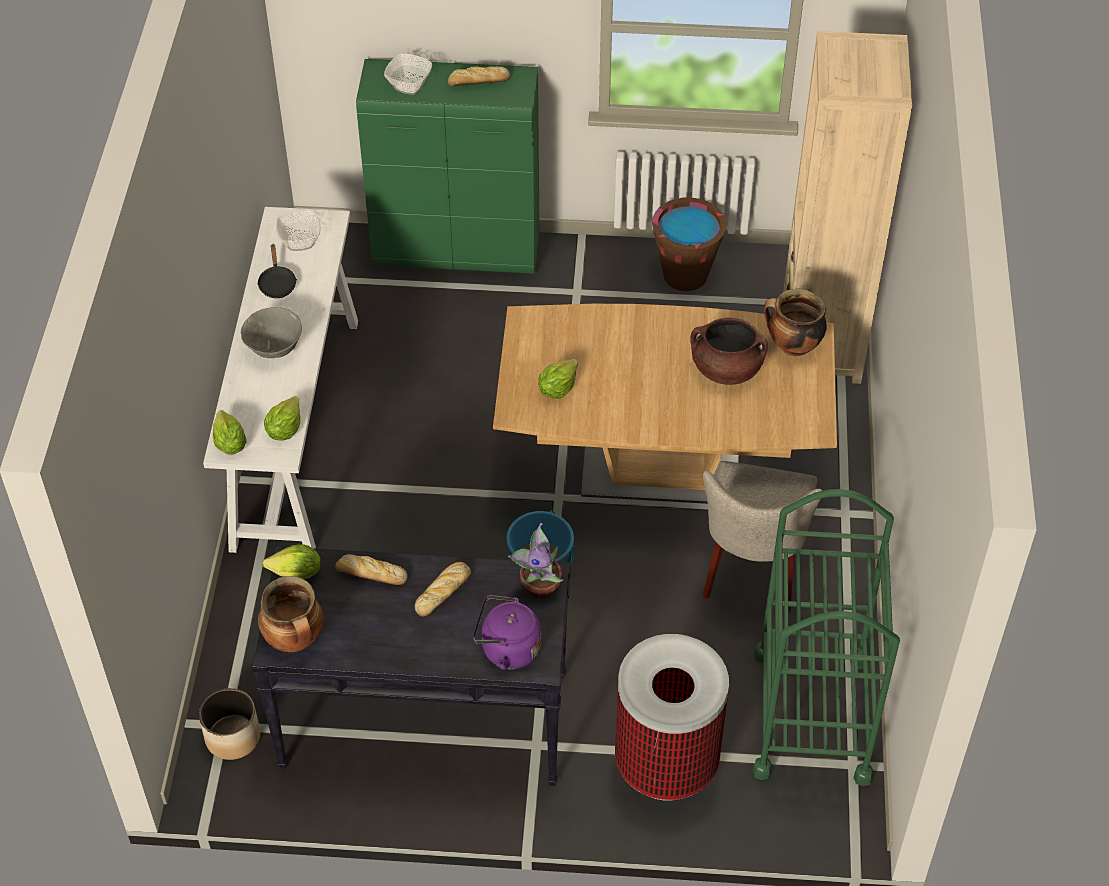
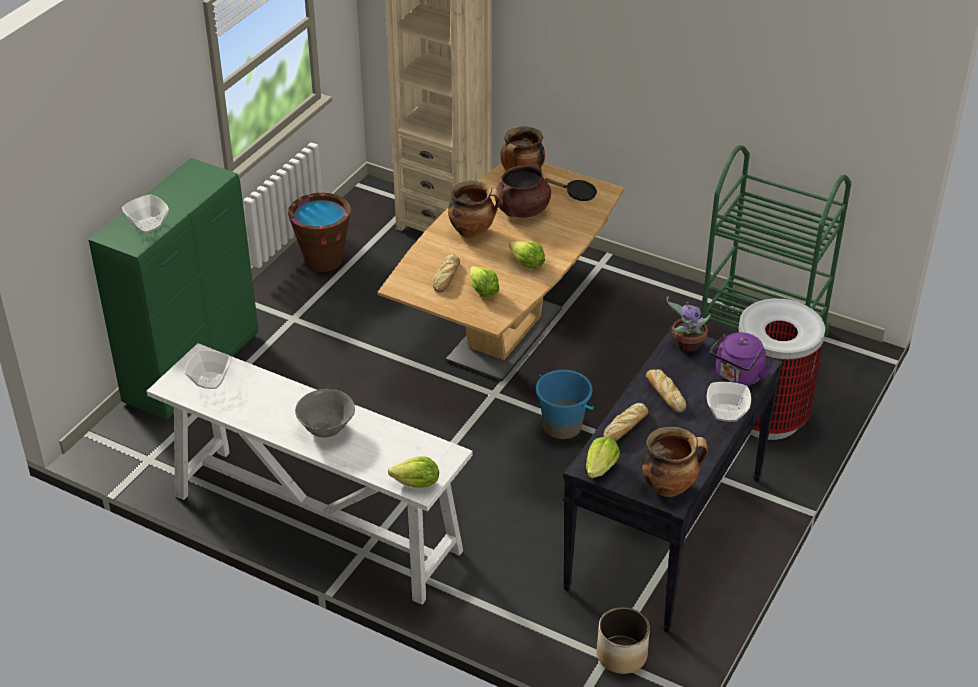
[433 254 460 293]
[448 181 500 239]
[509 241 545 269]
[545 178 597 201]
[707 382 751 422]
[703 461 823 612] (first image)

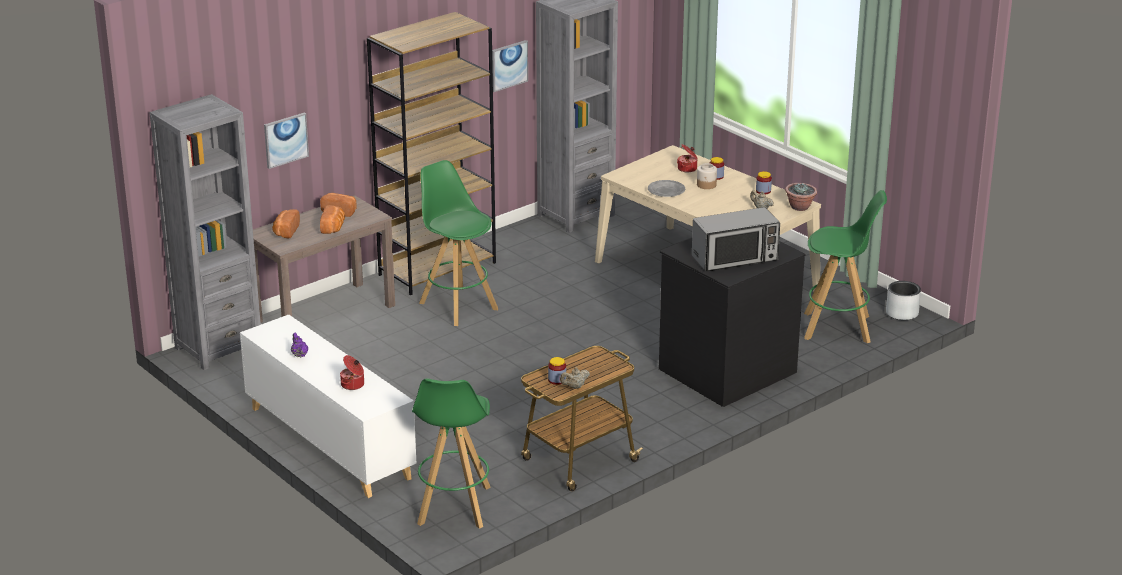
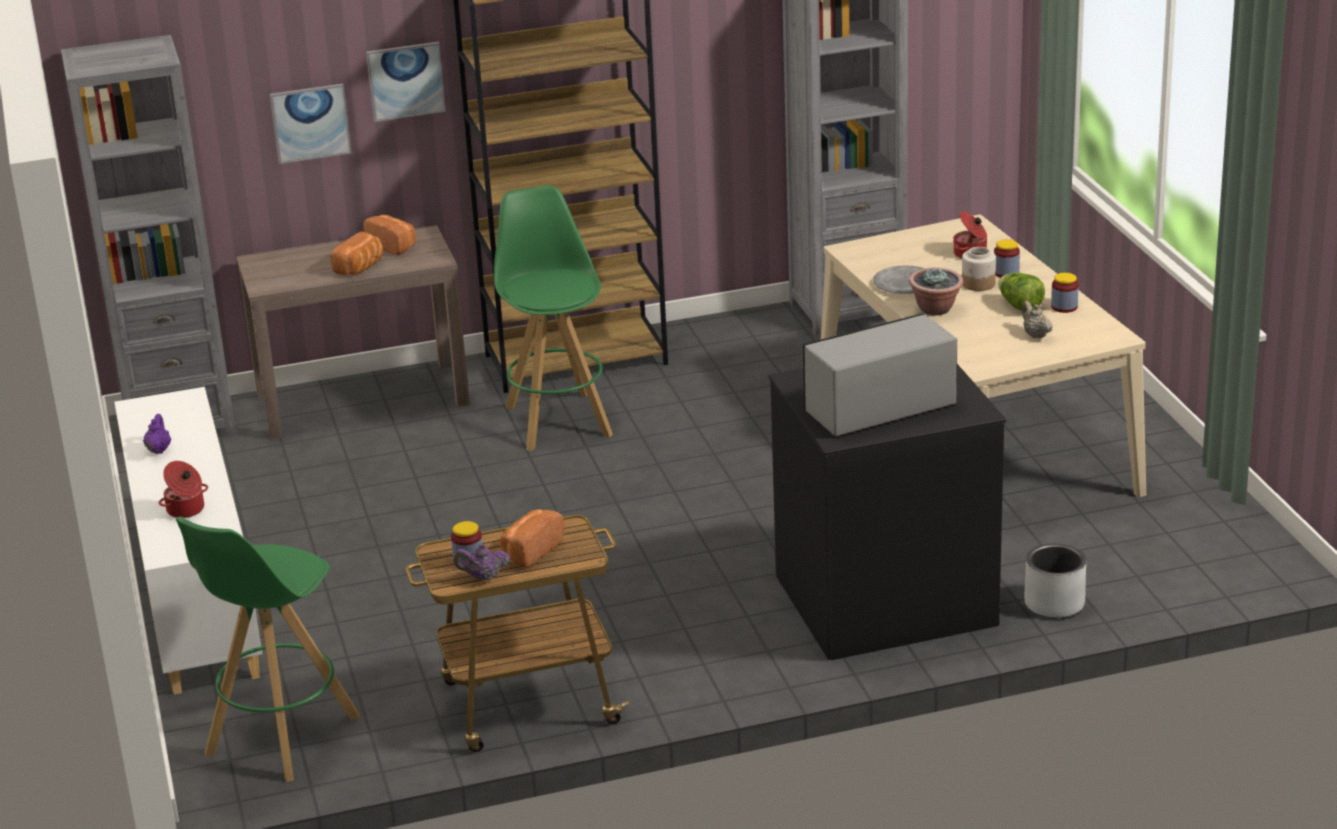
[366 42 446 122]
[454 544 510 581]
[499 510 564 568]
[803 314 957 436]
[909 267 963 316]
[998 272 1045 311]
[1024 544 1086 618]
[804 190 887 343] (first image)

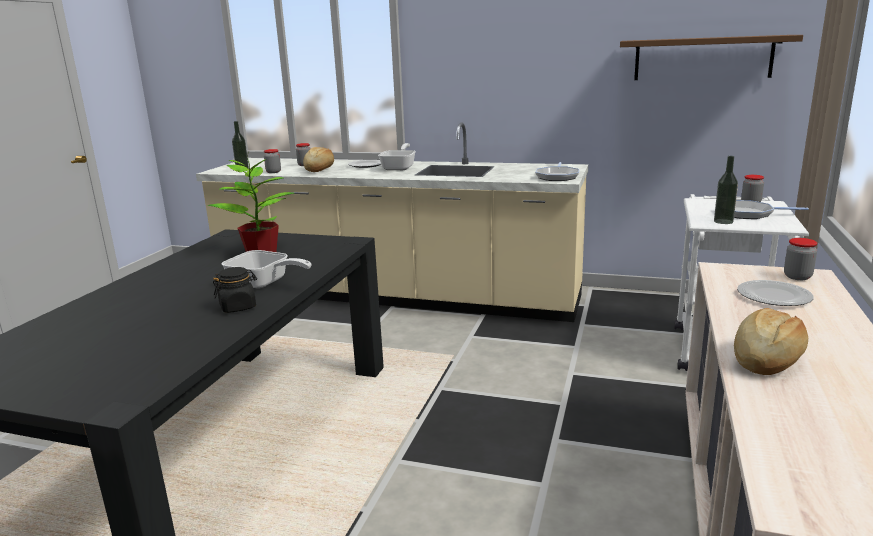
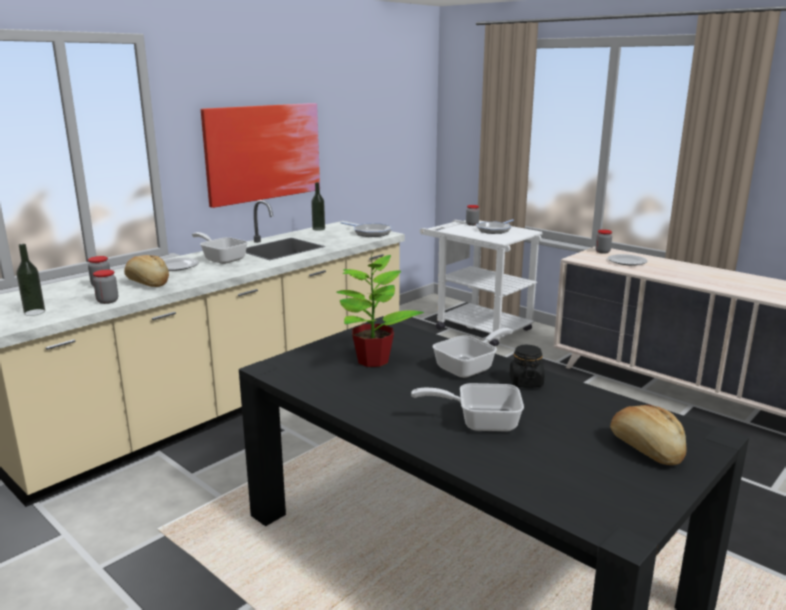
[201 103 320 208]
[311 182 325 231]
[411 383 524 432]
[610 404 687 465]
[620 35 803 80] (first image)

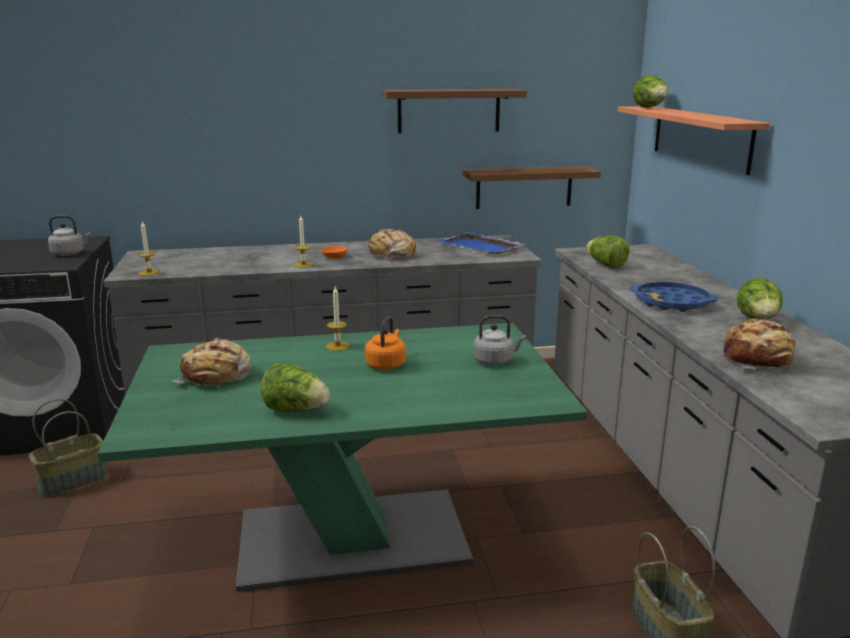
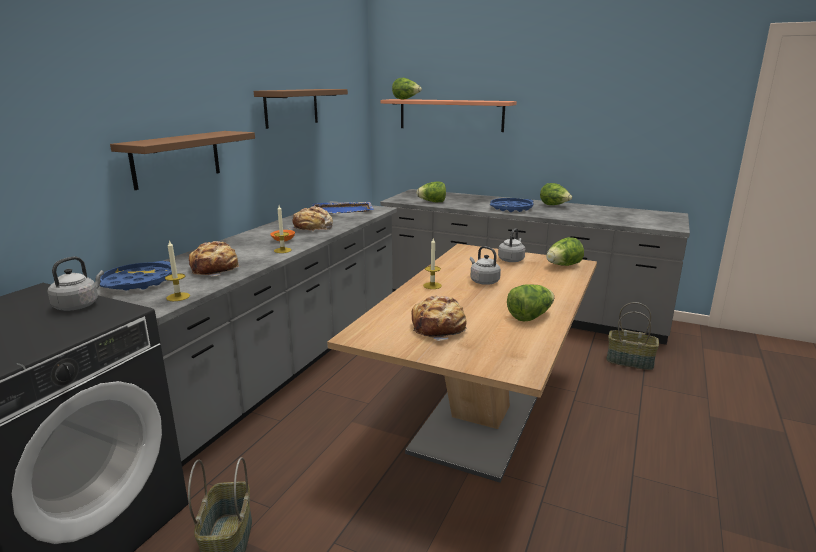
[100 261 172 291]
[110 131 255 190]
[189 241 240 276]
[327 244 597 483]
[470 246 501 285]
[546 237 584 266]

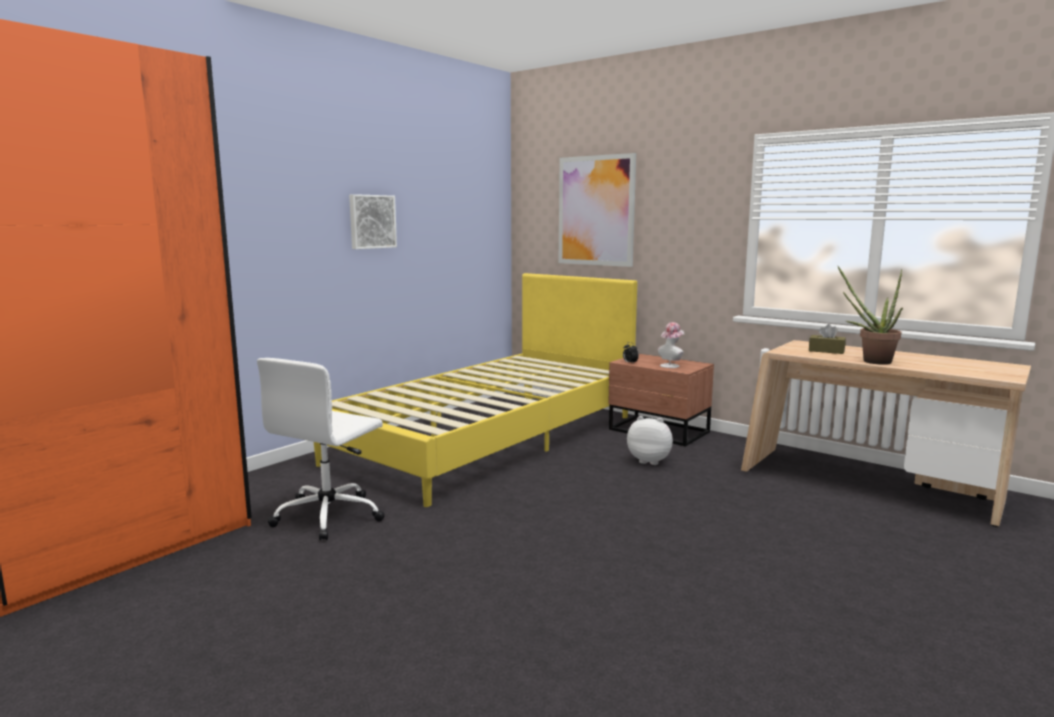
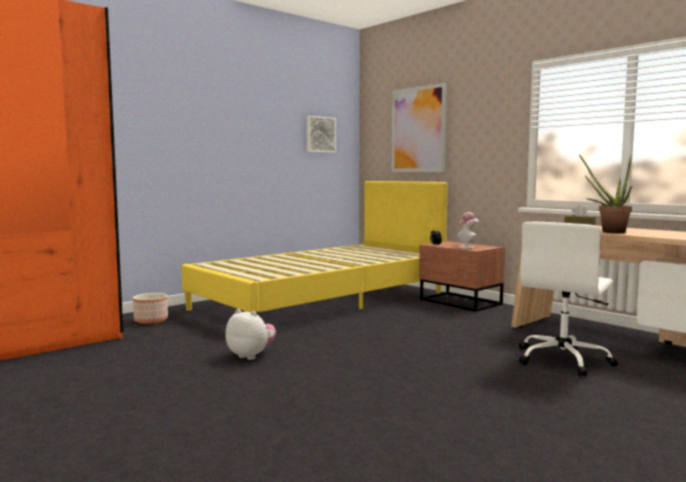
[133 293 168 324]
[225 309 276 360]
[307 116 336 153]
[519 222 618 376]

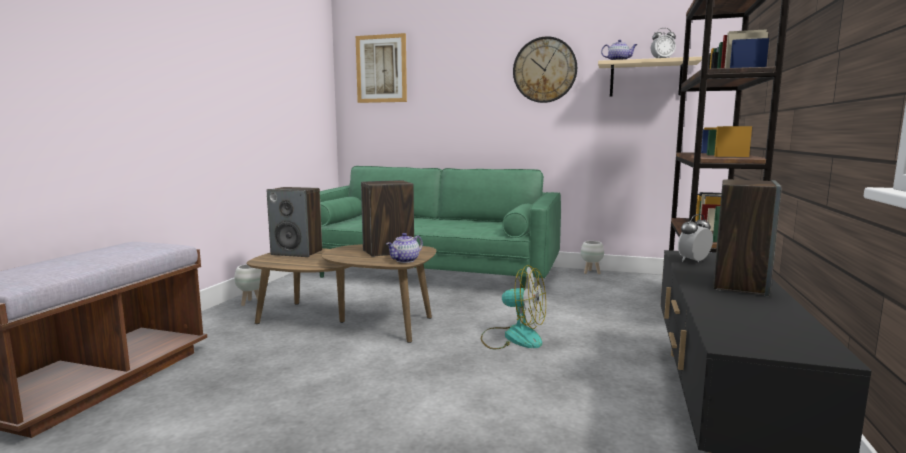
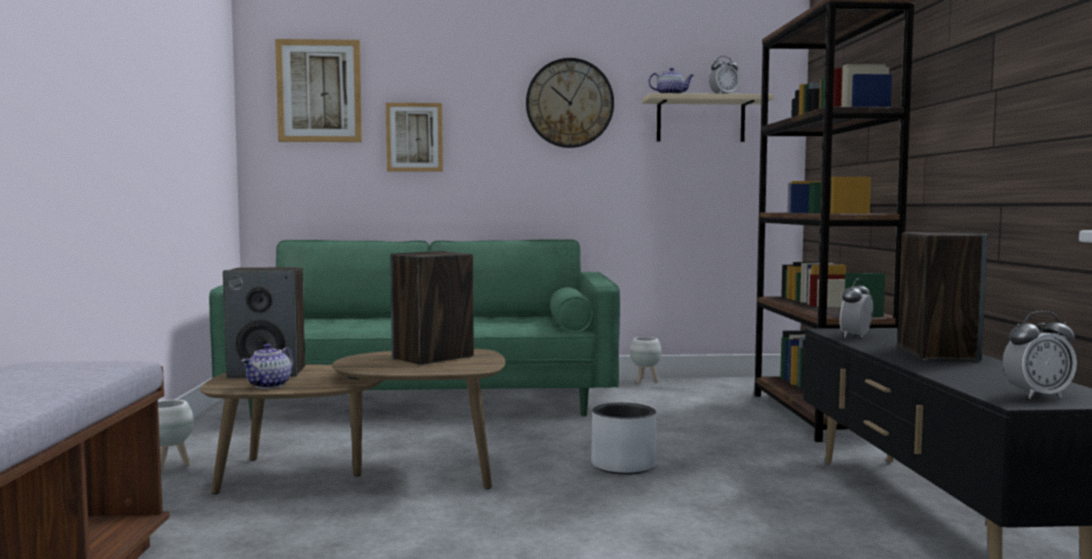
[241 344 294 389]
[386 103 443 172]
[591 403 656 475]
[1003 311 1077 399]

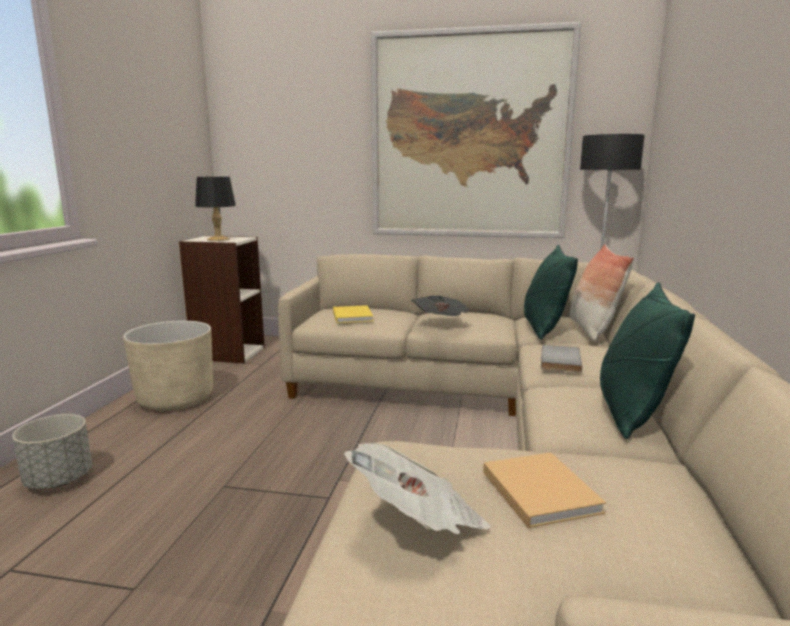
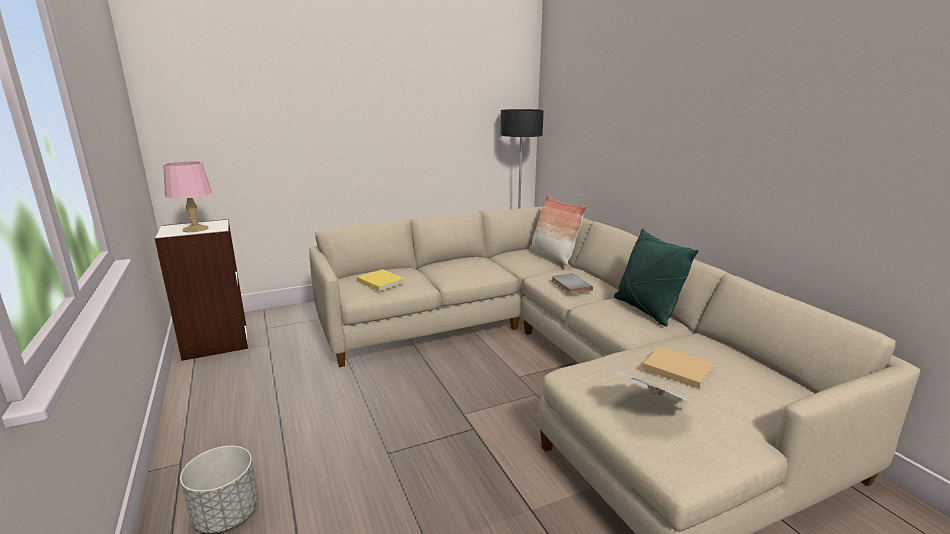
[163 161 212 232]
[123 321 213 411] (first image)
[371 22 581 238] (first image)
[411 296 470 316] (first image)
[524 245 578 340] (first image)

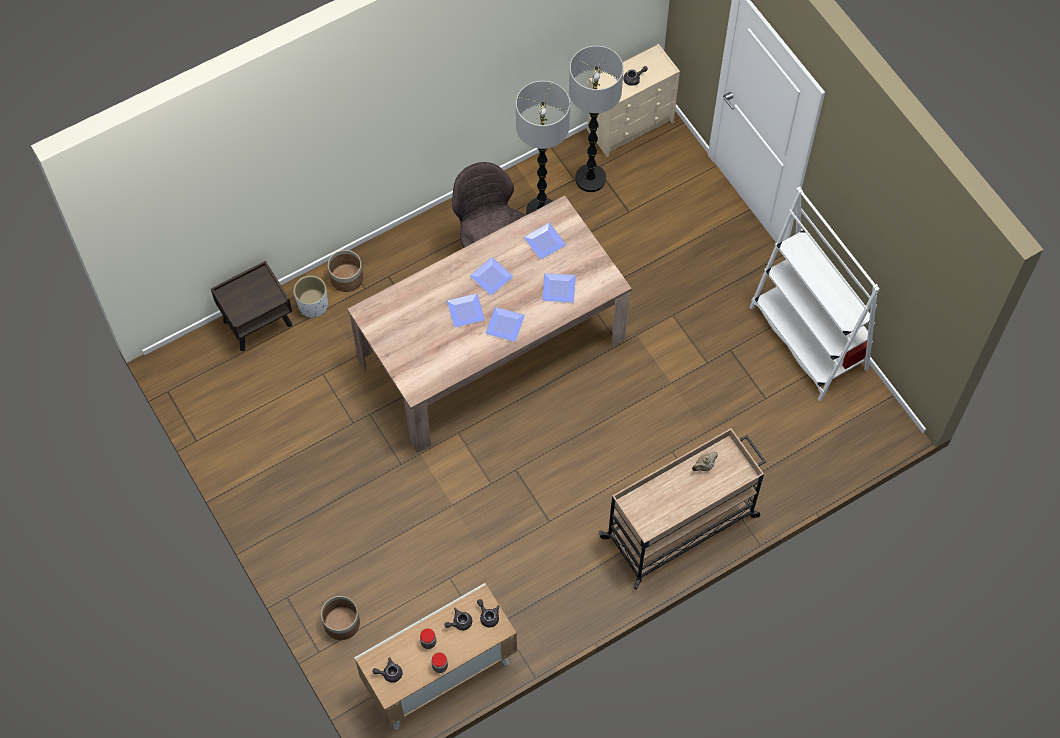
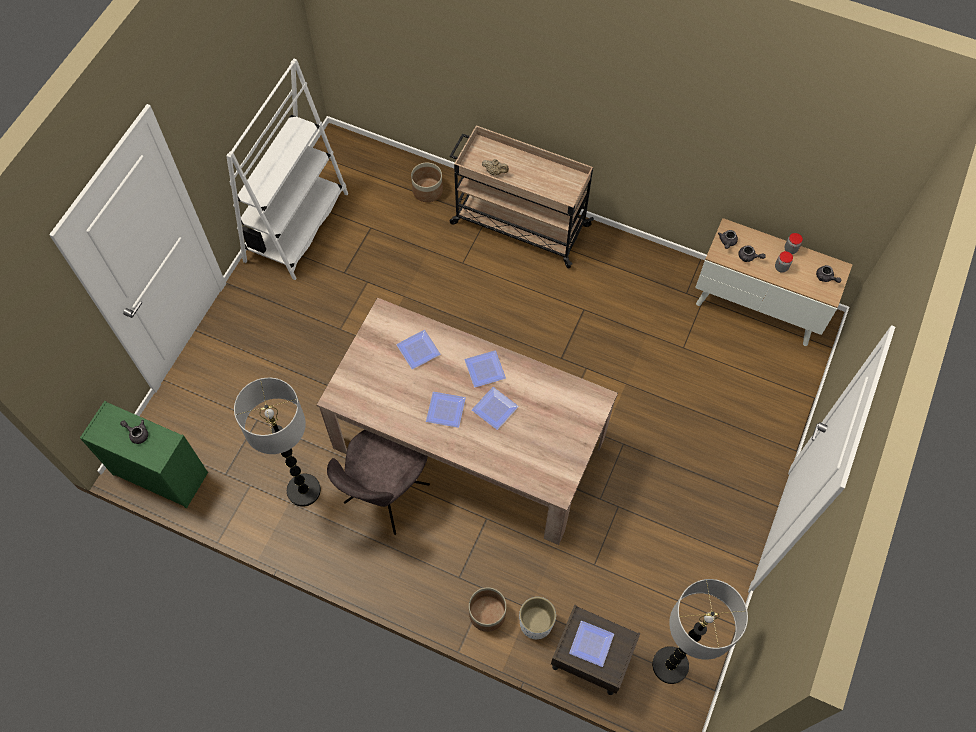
[80 401 208 508]
[411 163 443 202]
[569 621 614 667]
[652 579 748 684]

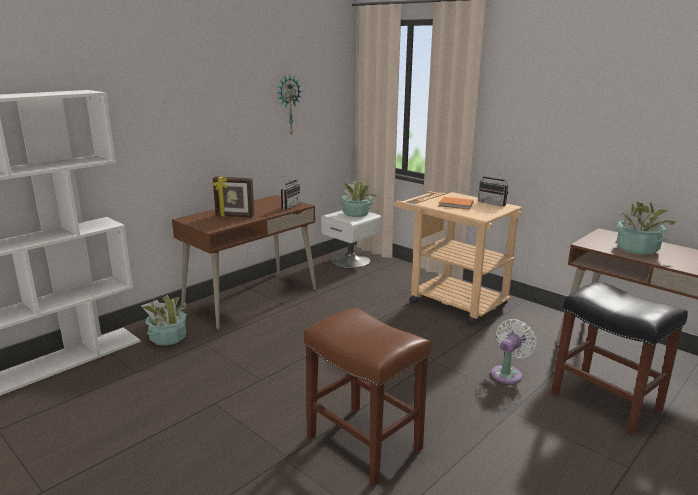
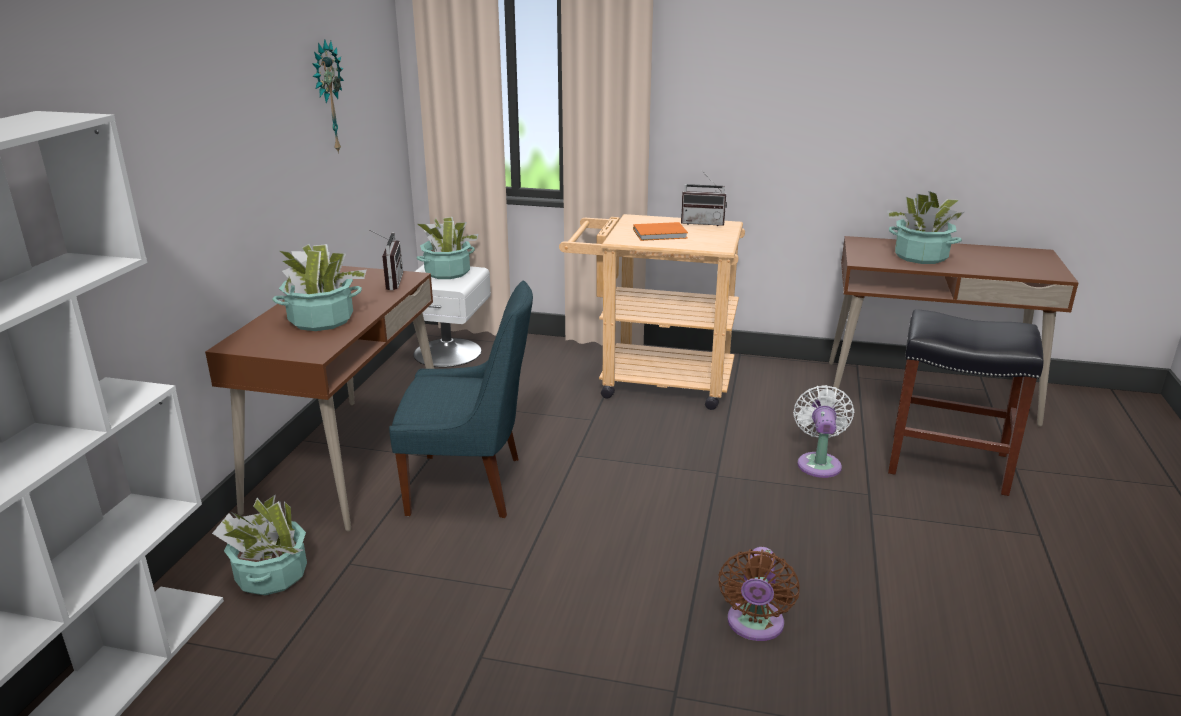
[272 244 367 331]
[389 281 533 518]
[718 547 800 641]

